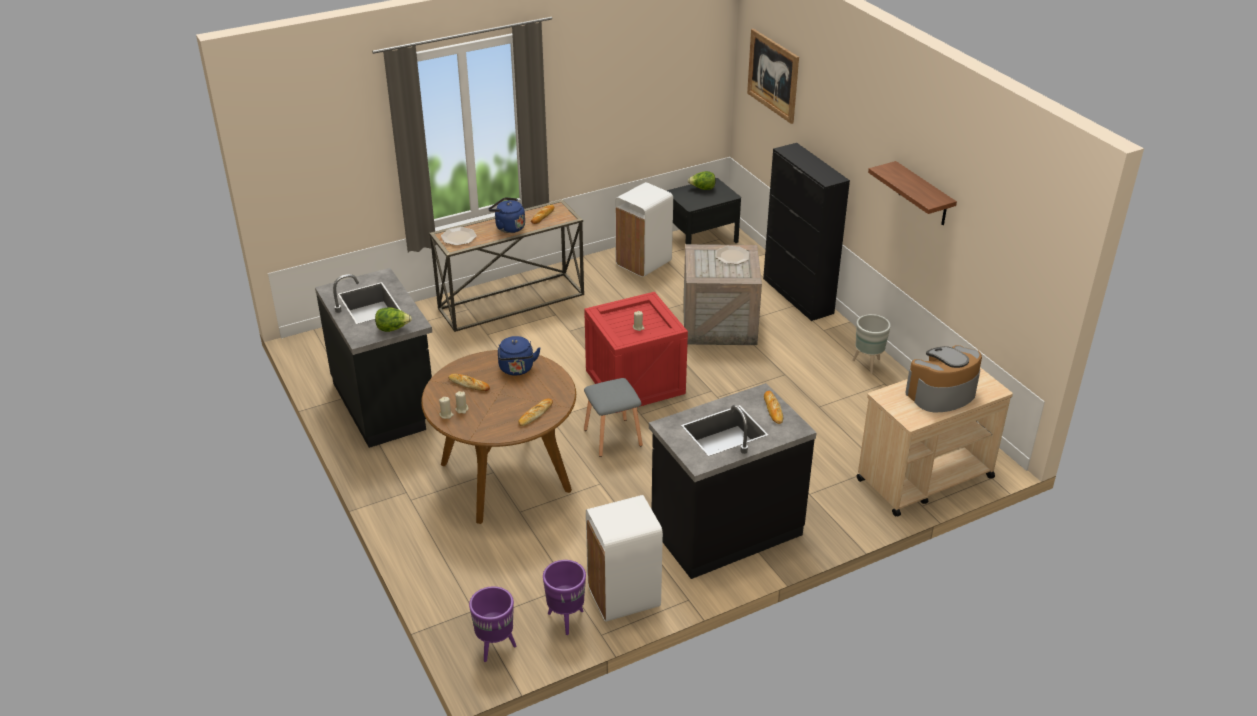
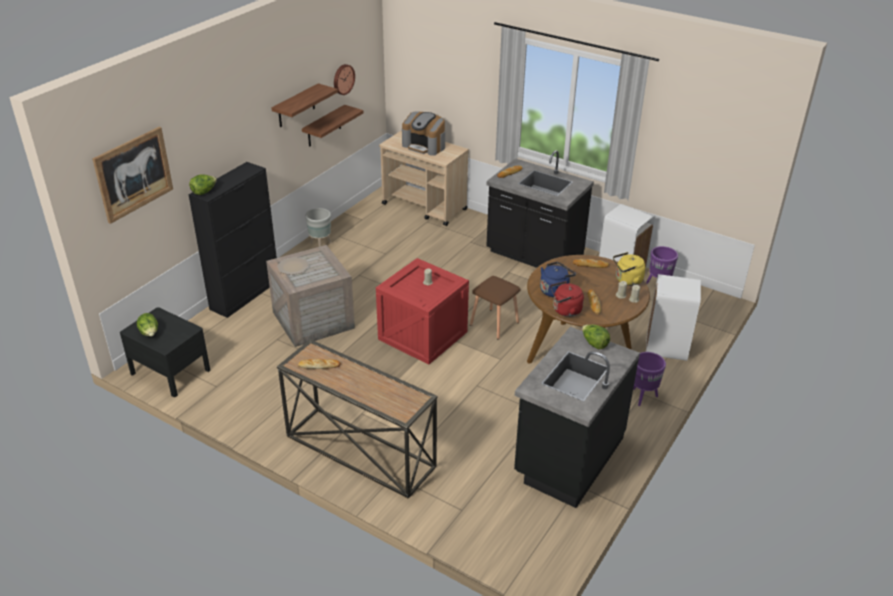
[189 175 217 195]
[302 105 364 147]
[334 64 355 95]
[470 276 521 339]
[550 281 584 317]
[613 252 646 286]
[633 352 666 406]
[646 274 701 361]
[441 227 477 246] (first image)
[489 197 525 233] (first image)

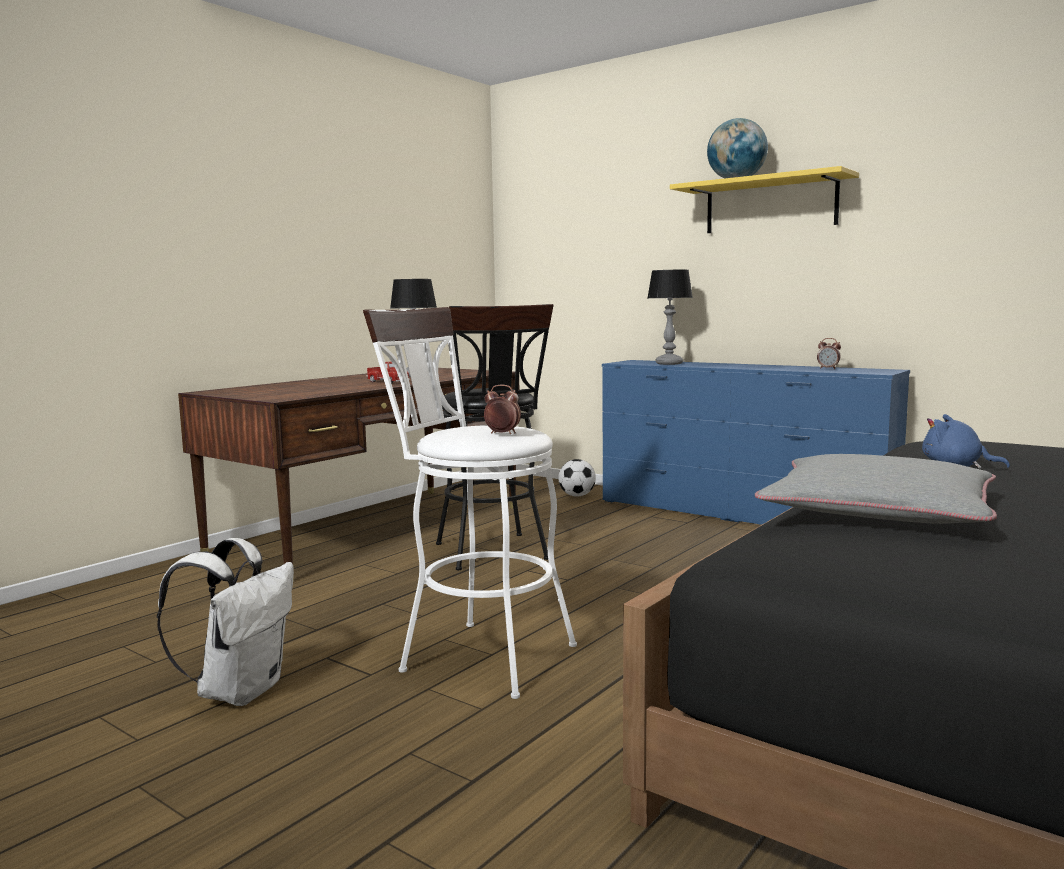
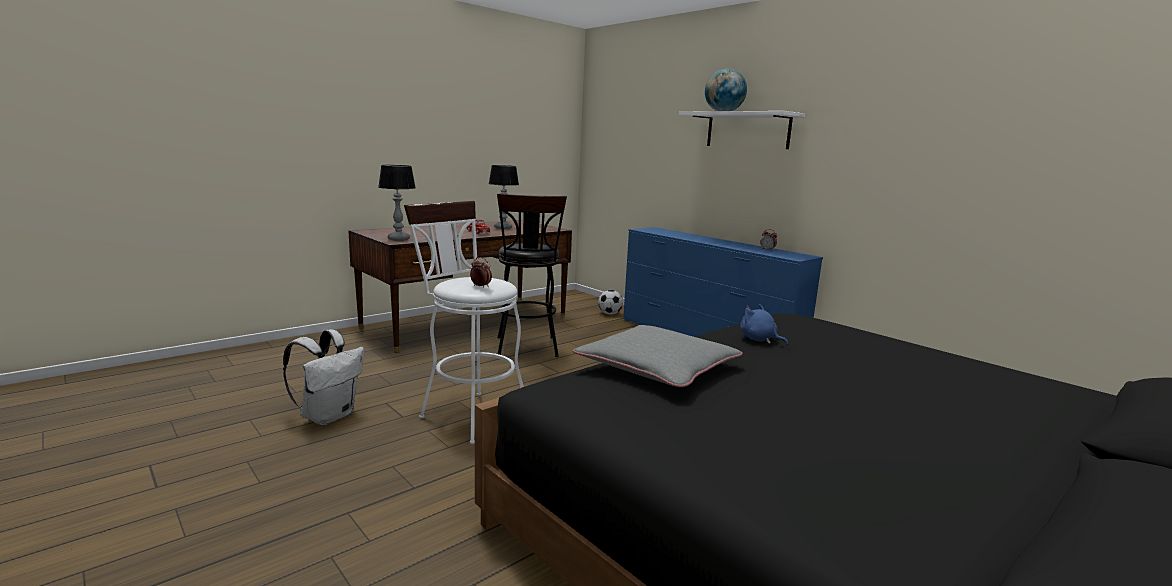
[378 165 416 241]
[679 111 805 149]

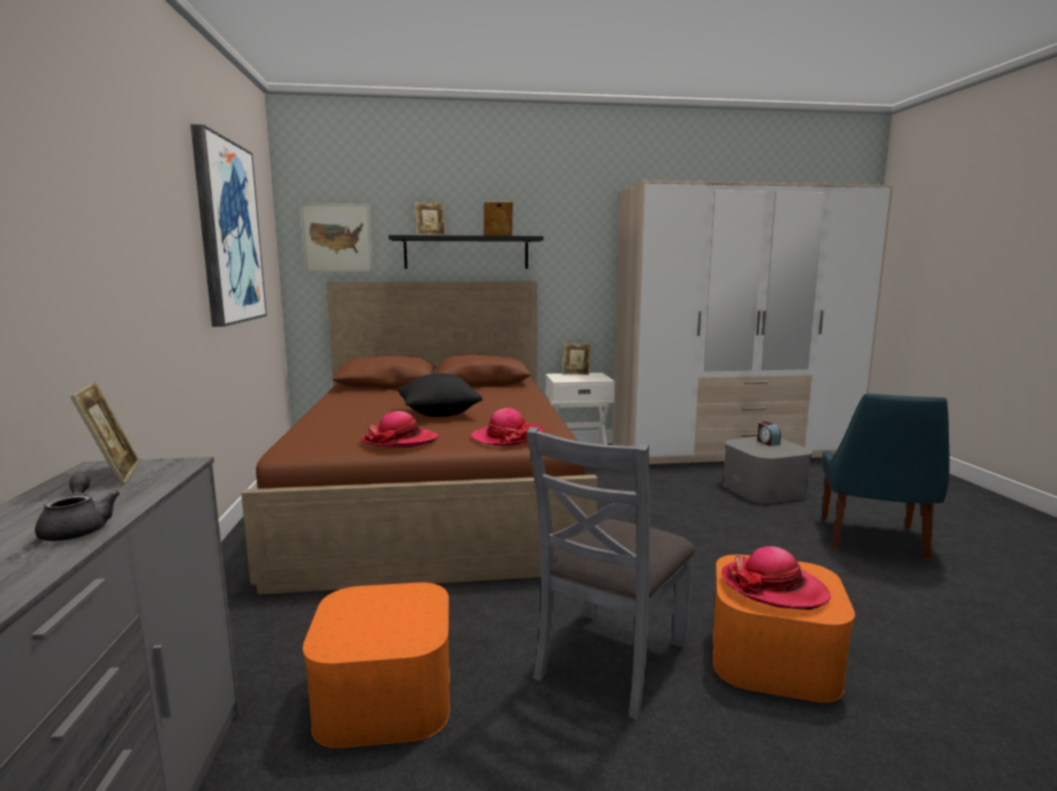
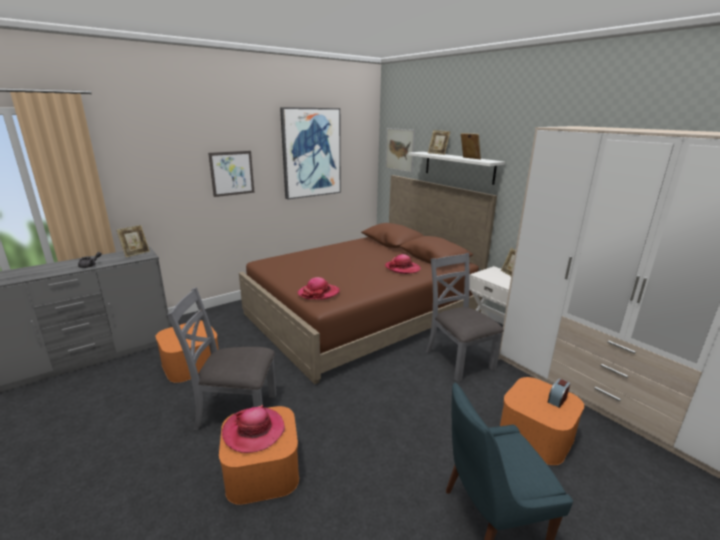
[208 151 255 197]
[385 254 421 274]
[408 152 505 185]
[426 253 504 382]
[500 377 584 465]
[398 373 483 417] (first image)

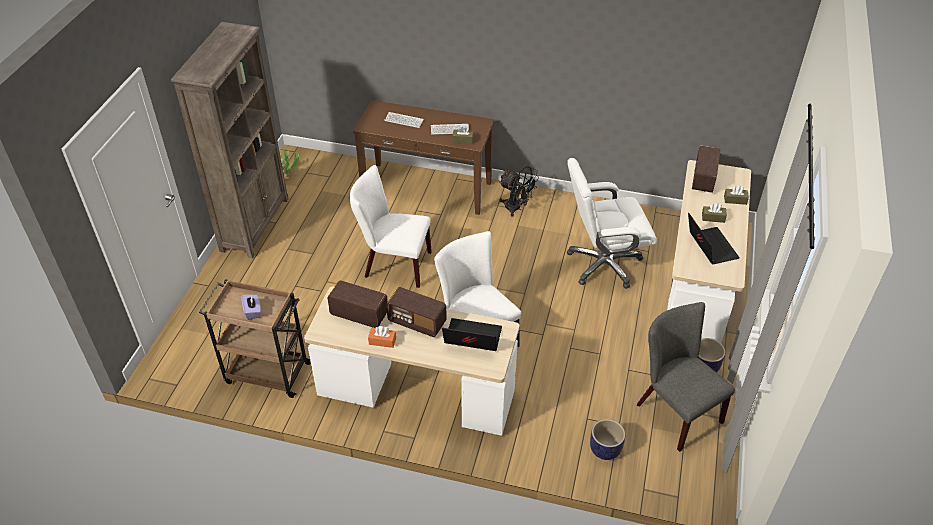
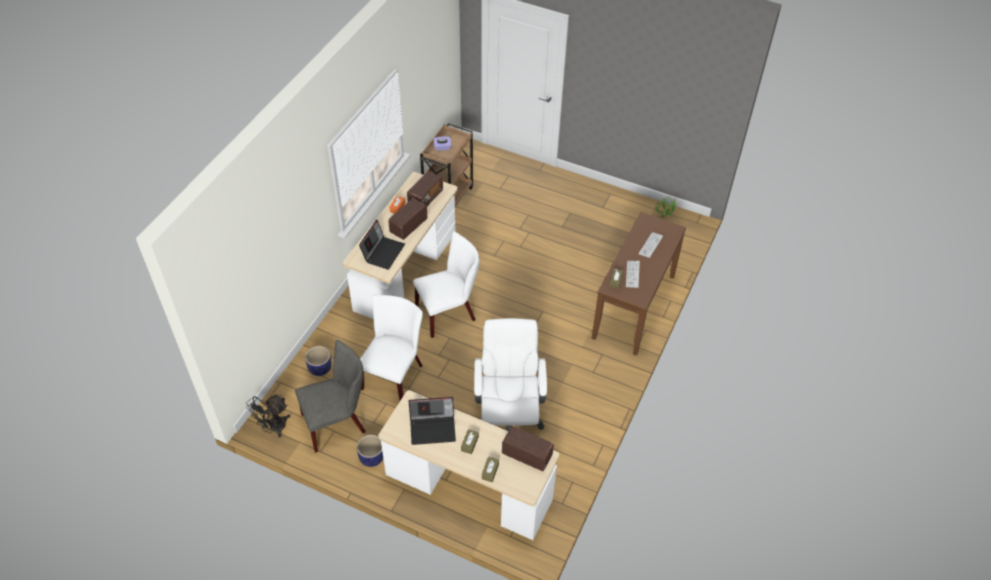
[246 394 290 438]
[360 295 423 401]
[171 22 289 258] (first image)

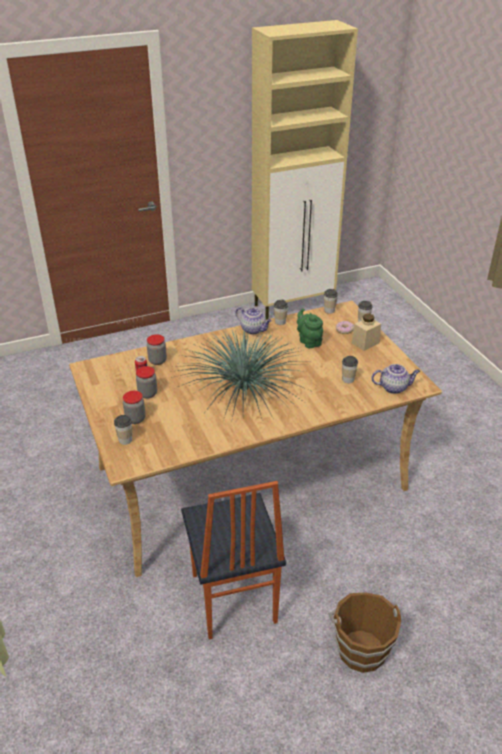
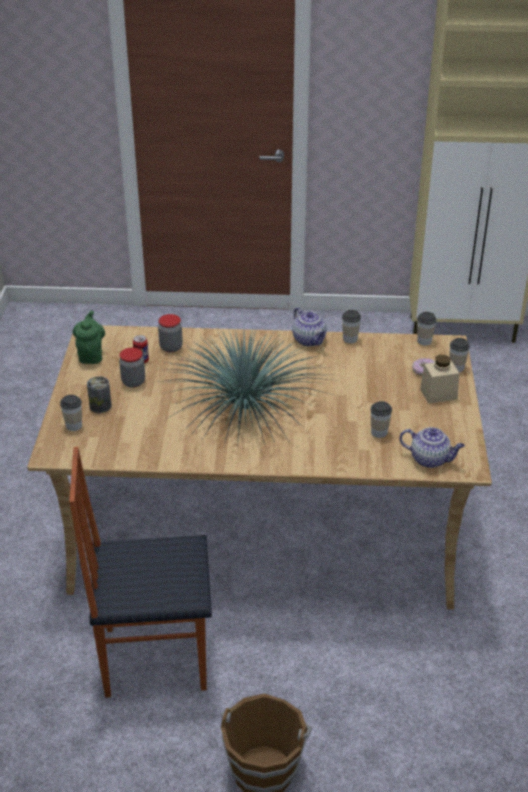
[69 447 212 698]
[73 311 105 364]
[87 376 112 413]

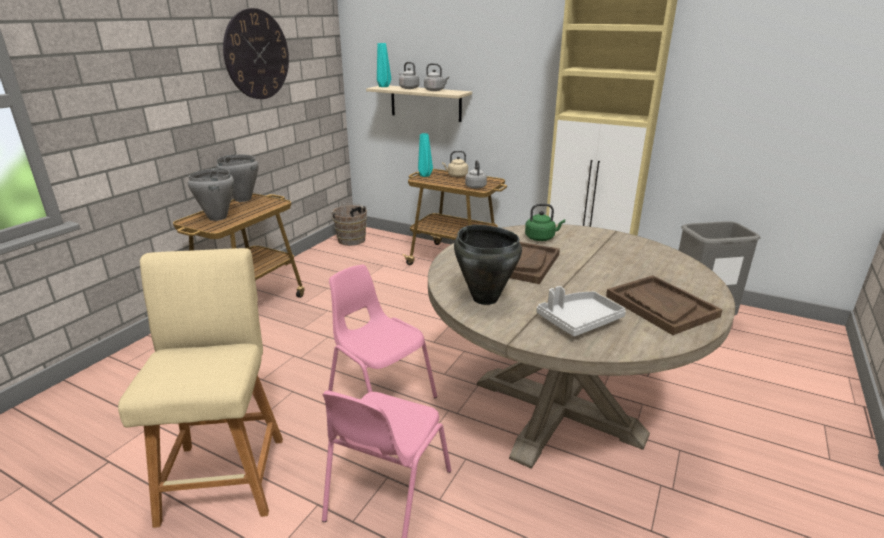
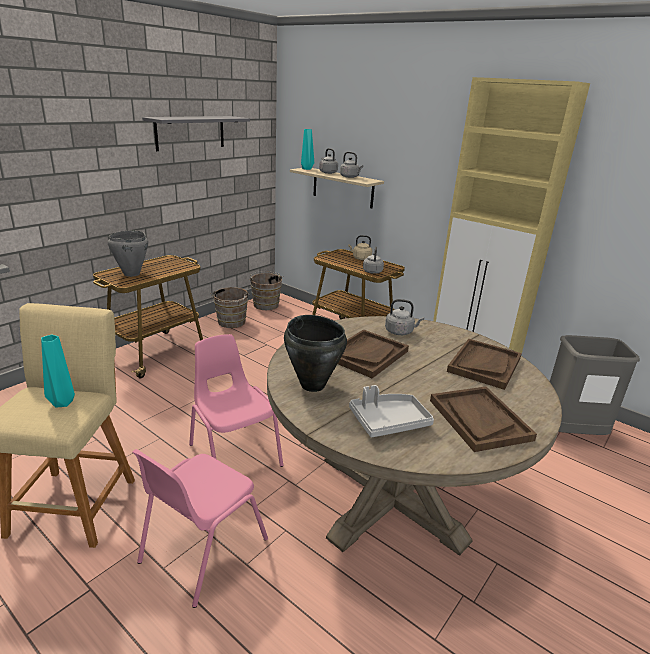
[41 335 75 407]
[142 116 250 151]
[211 287 248 328]
[385 299 424 335]
[447 339 522 390]
[216 154 259 202] (first image)

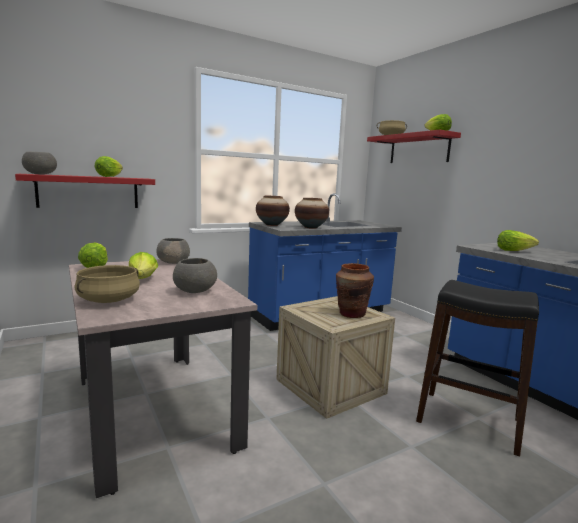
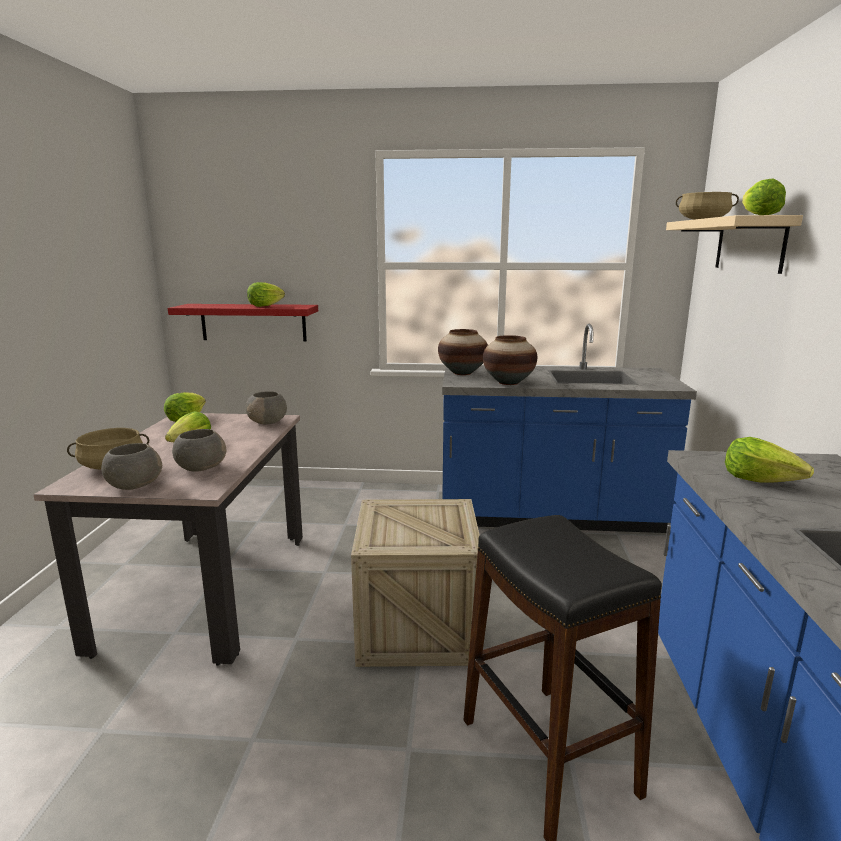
[101 443 162 490]
[666 215 803 274]
[336 263 374 318] (first image)

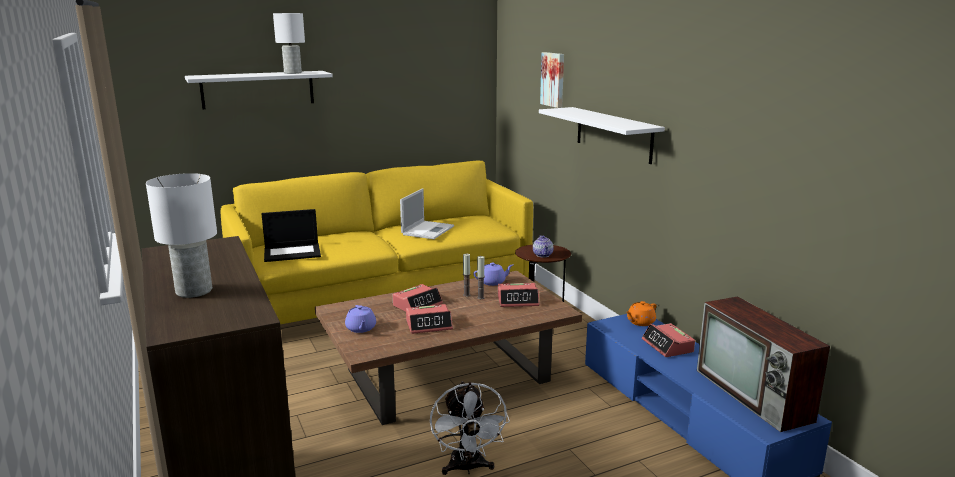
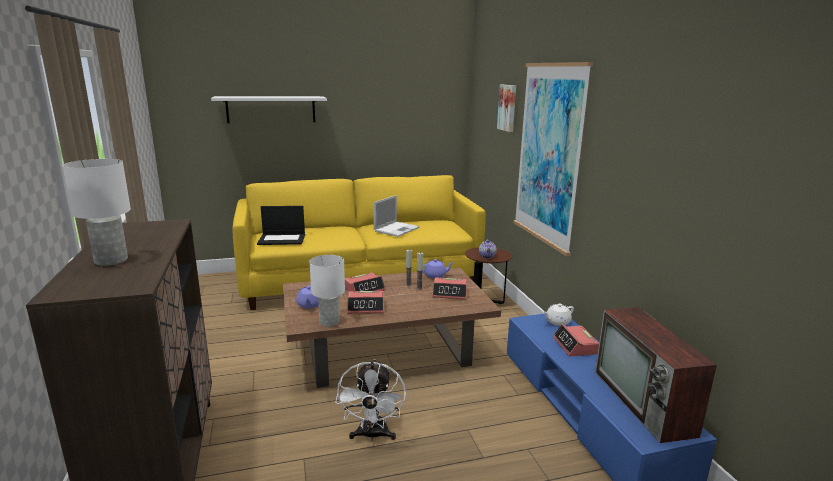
[309 255 345 327]
[513 62 593 256]
[543 303 574 326]

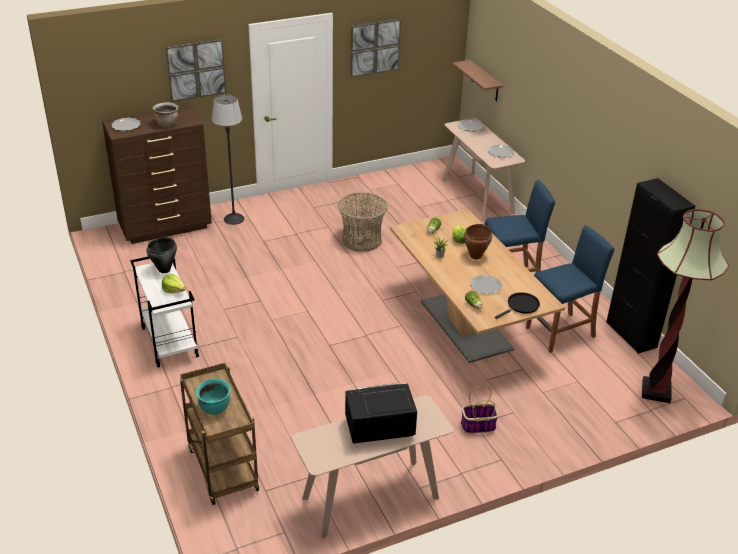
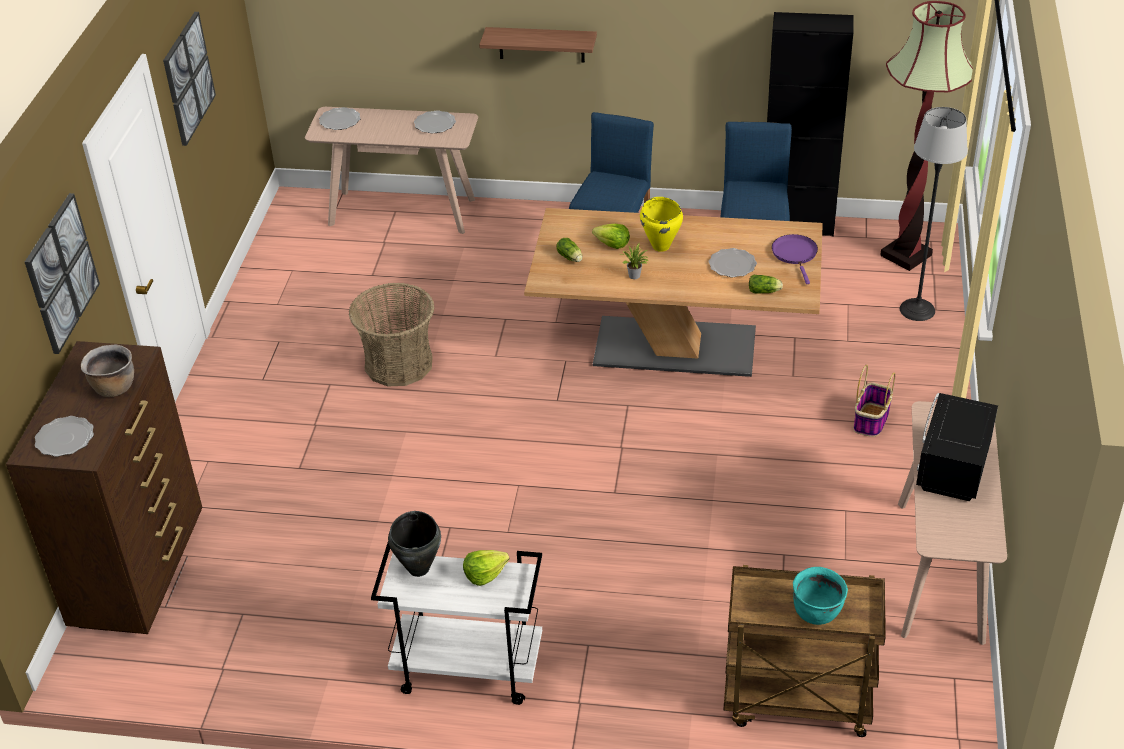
[479 27 597 62]
[640 197 683 252]
[772 234 818 284]
[900 107 968 321]

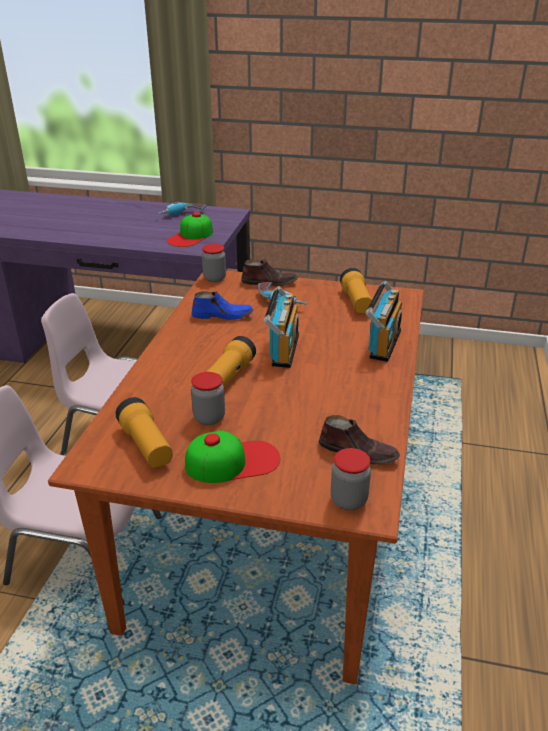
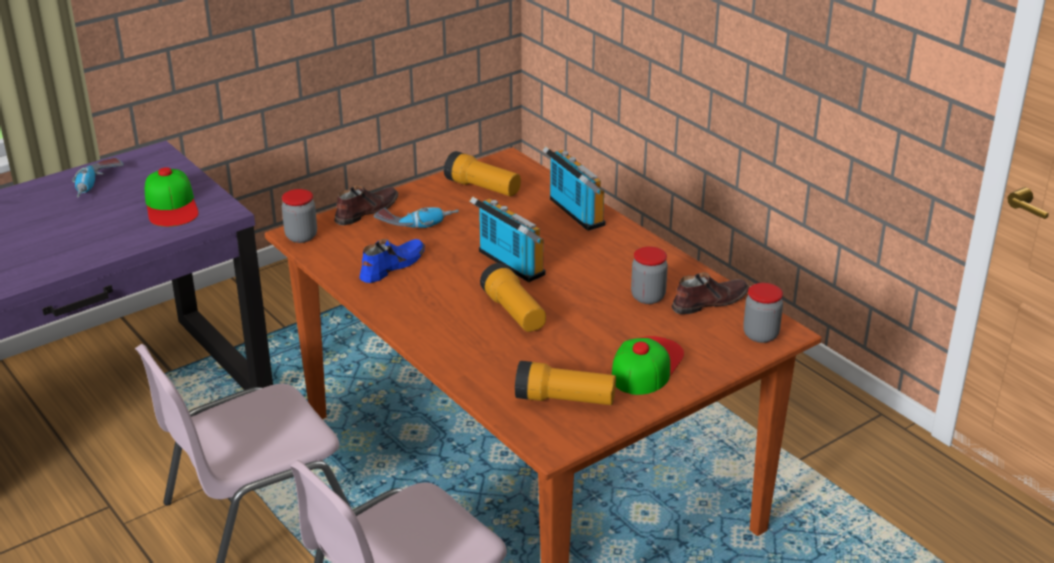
[631 247 668 304]

